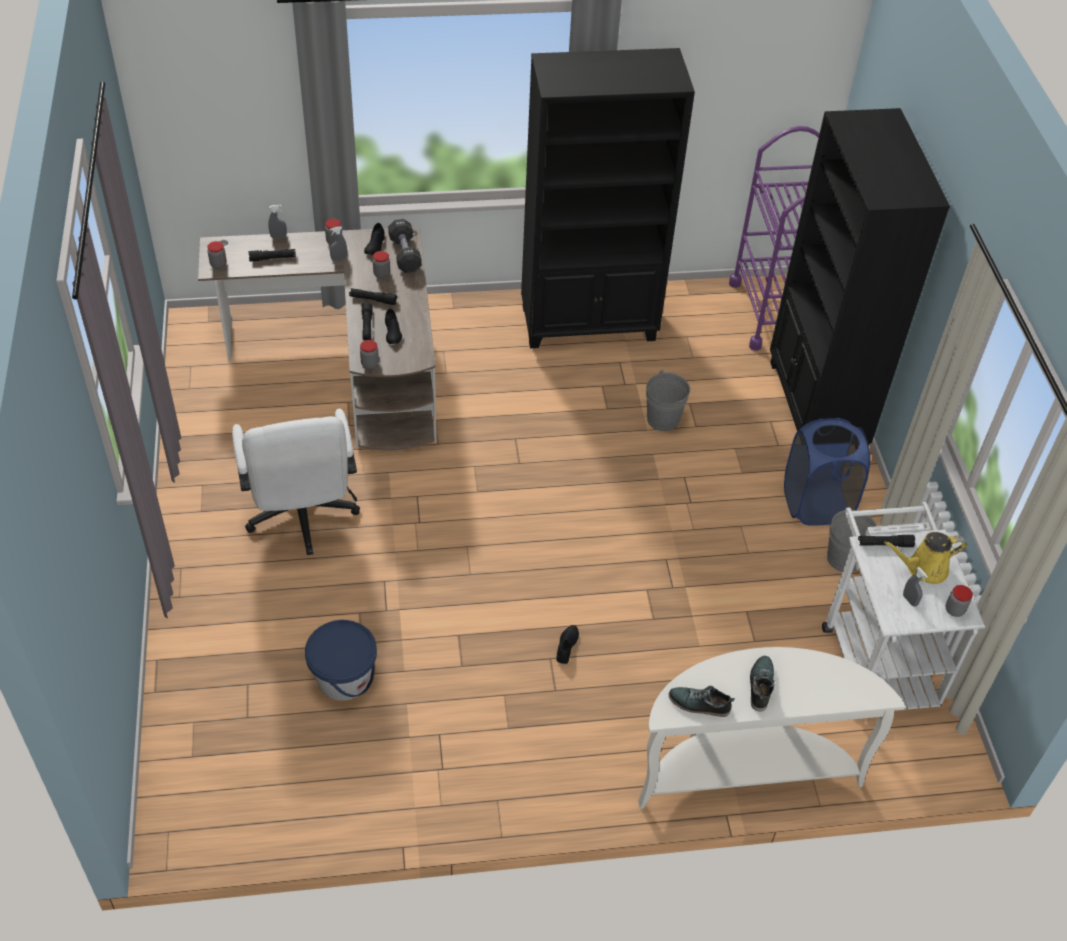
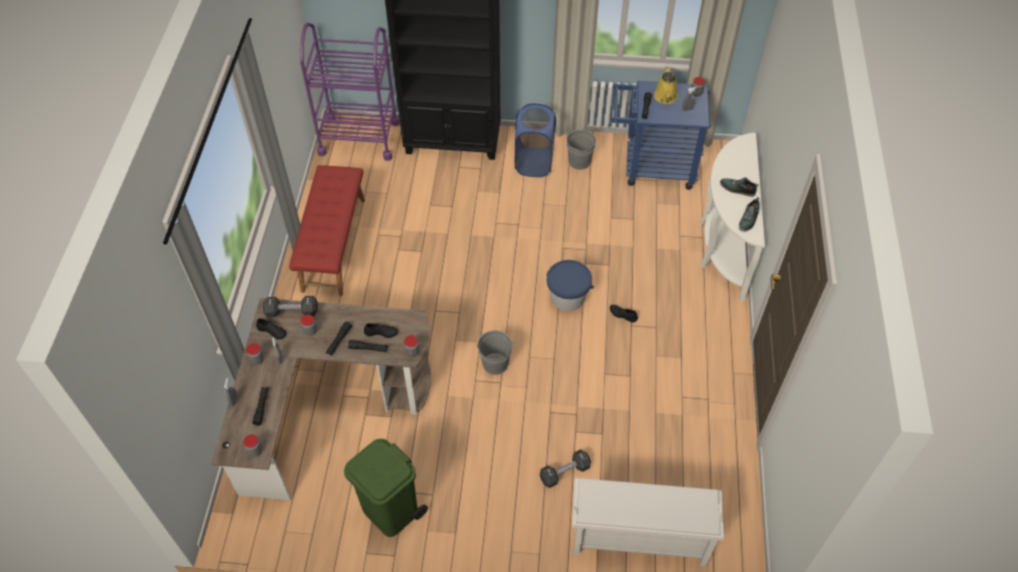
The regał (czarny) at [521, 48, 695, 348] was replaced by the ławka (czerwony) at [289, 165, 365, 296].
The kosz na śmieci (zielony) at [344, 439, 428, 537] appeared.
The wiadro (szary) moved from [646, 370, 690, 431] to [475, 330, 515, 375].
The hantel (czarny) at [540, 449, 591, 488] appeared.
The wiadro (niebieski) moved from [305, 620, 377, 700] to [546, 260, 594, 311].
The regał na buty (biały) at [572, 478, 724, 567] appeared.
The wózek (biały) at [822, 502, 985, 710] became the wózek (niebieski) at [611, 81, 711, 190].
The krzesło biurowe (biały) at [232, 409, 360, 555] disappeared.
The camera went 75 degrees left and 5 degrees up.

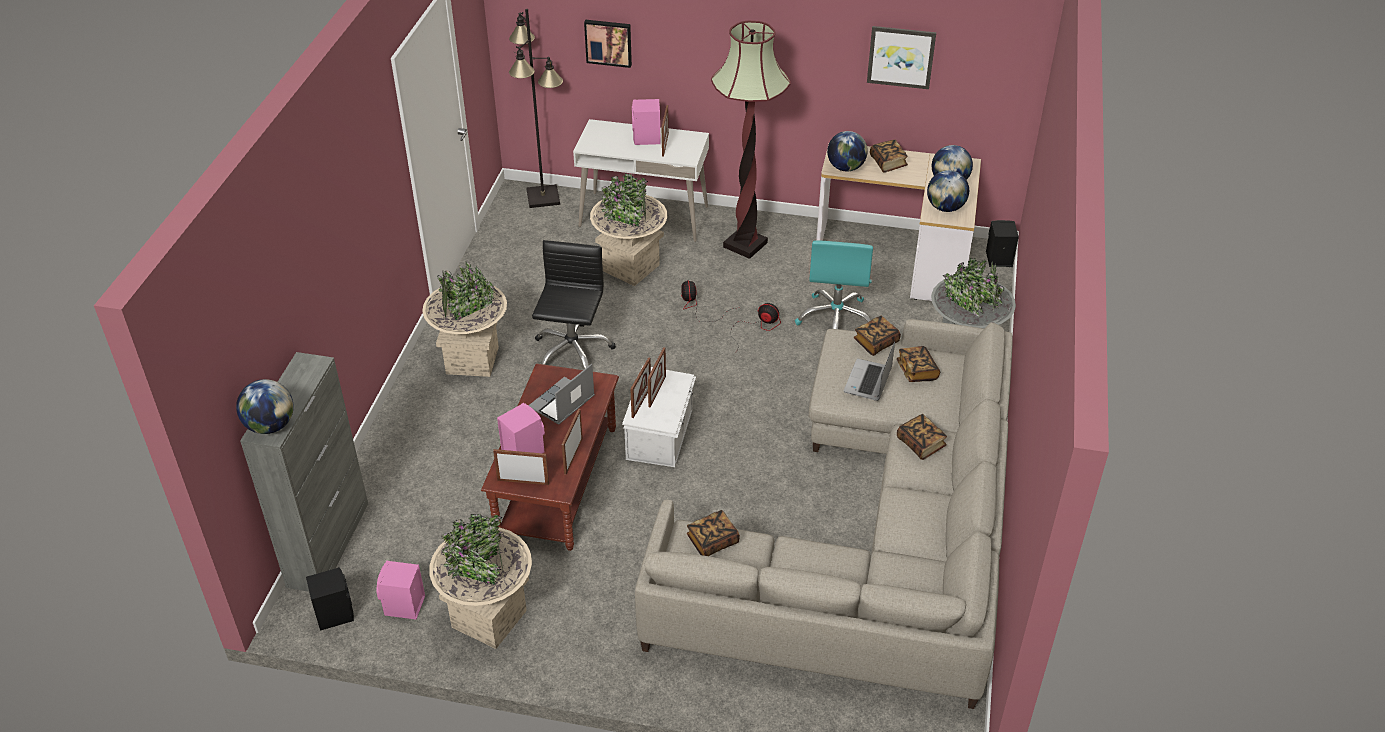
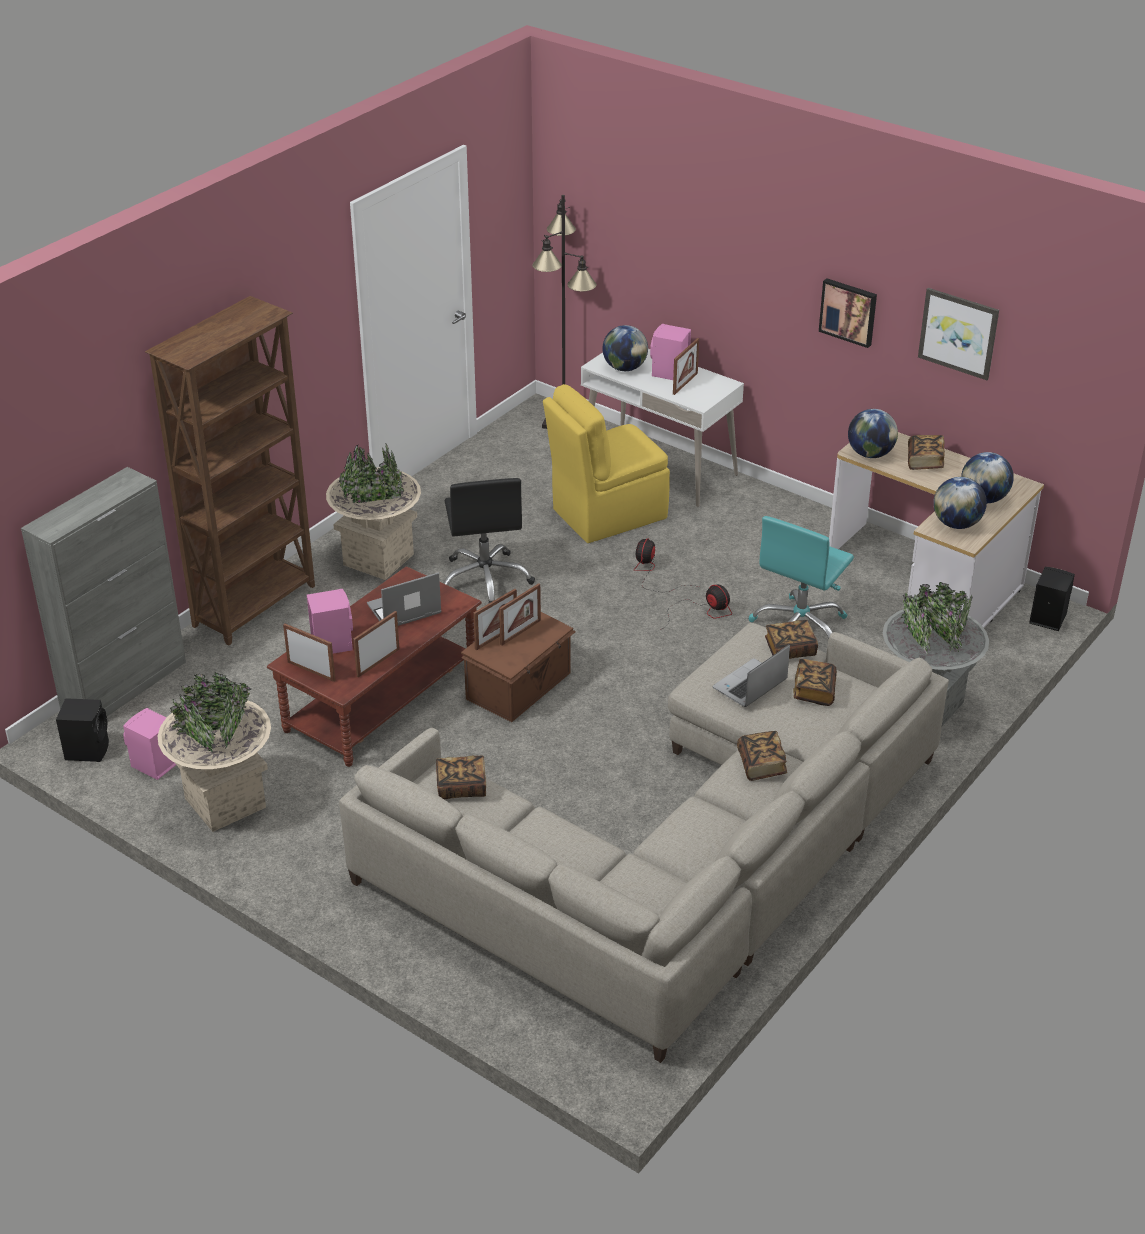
The regał (brązowy) at [145, 296, 315, 646] appeared.
The krzesło biurowe (czarny) at [532, 240, 616, 369] turned 135 degrees clockwise.
The pojemnik do przechowywania (biały) at [622, 366, 696, 467] became the pojemnik do przechowywania (brązowy) at [461, 612, 576, 722].
The donica (beżowy) at [590, 173, 667, 286] was replaced by the krzesło (żółty) at [543, 384, 670, 543].
The globus moved from [236, 379, 294, 434] to [602, 325, 648, 371].
The obraz moved from [584, 20, 632, 68] to [819, 278, 877, 348].
The lampa stojąca at [711, 21, 791, 259] disappeared.
The camera went 25 degrees right and 5 degrees down.

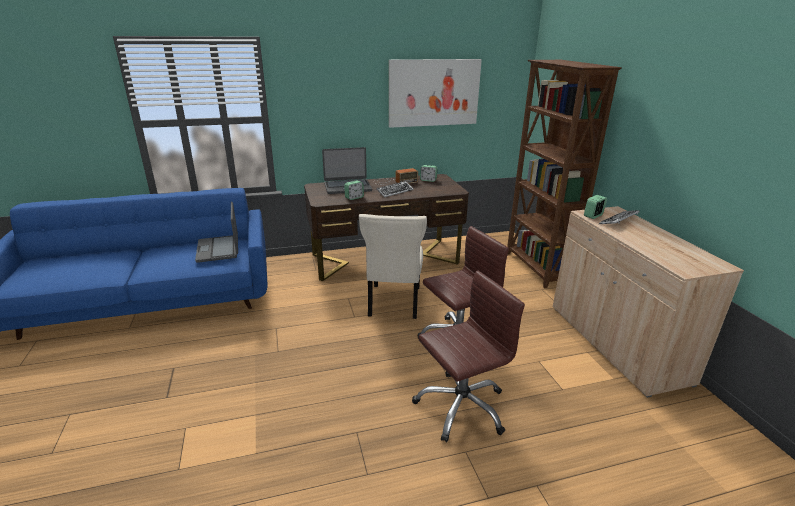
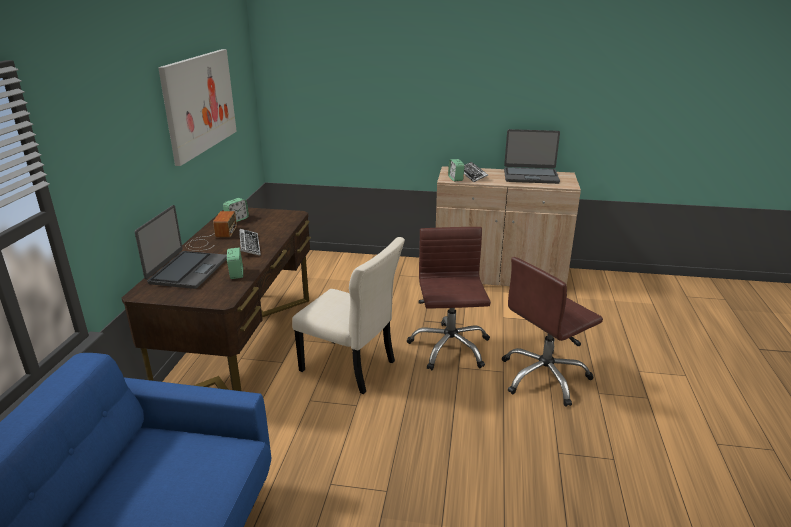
The krzesło biurowe (brązowy) at [412, 271, 525, 442] turned 120 degrees counterclockwise.
The laptop moved from [195, 202, 238, 263] to [504, 129, 560, 184].
The regał (brązowy) at [507, 60, 622, 289] disappeared.
The camera went 65 degrees left and 0 degrees up.

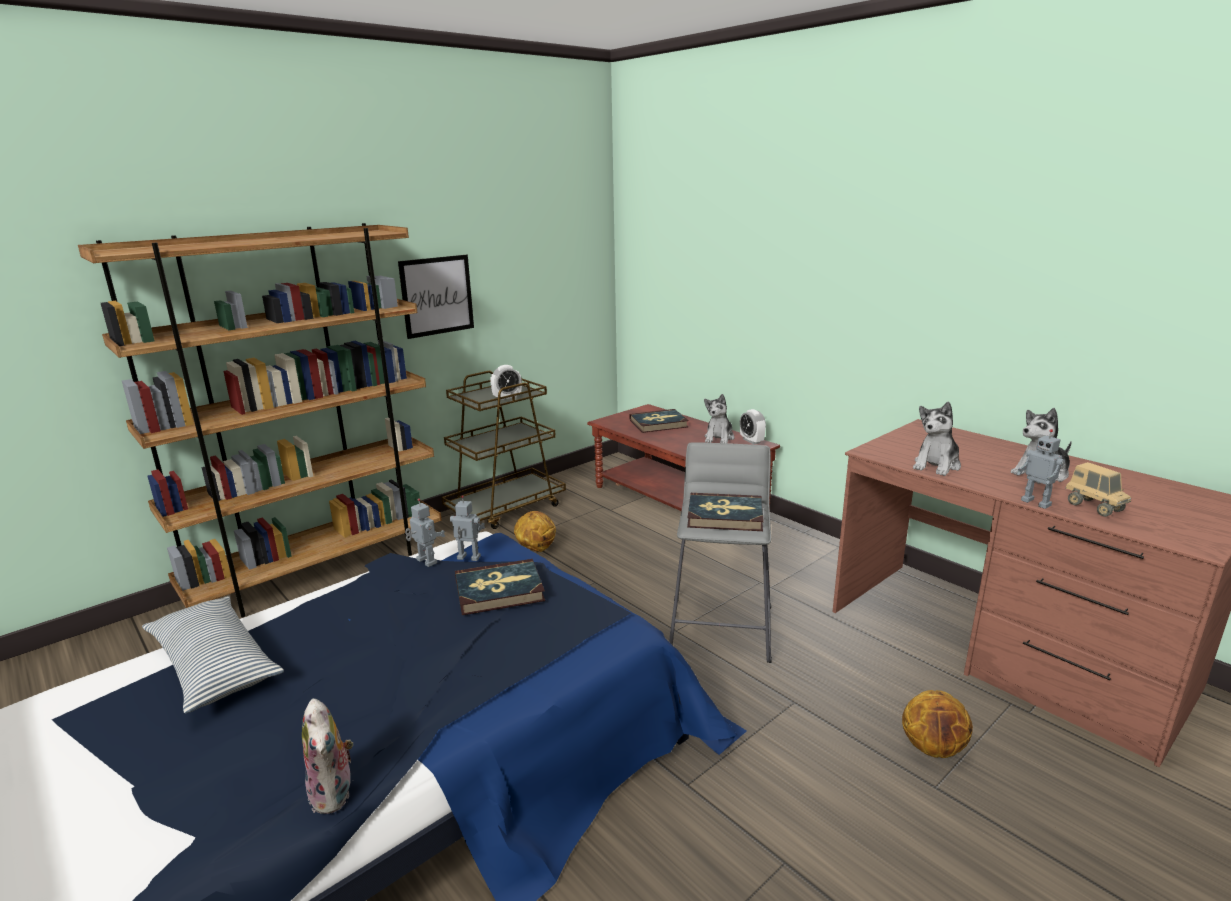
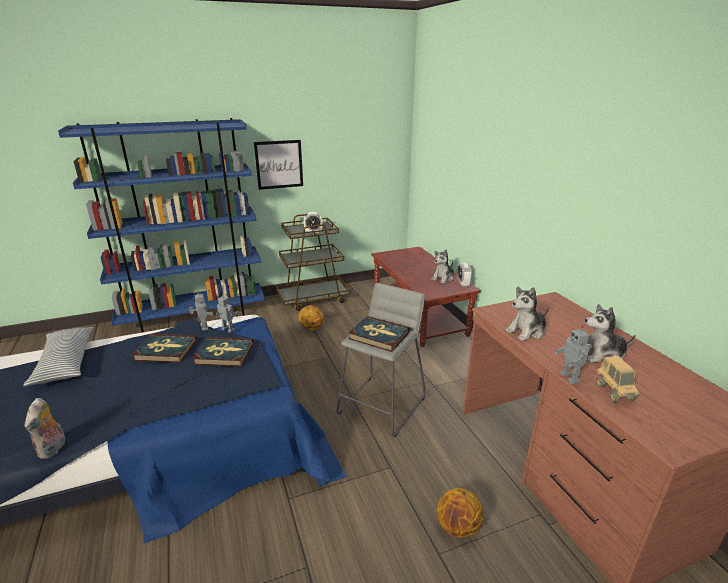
The regał (brązowy) at [78, 223, 442, 617] became the regał (niebieski) at [58, 118, 265, 332].
The książka moved from [629, 409, 689, 433] to [132, 334, 197, 363].
The camera went 20 degrees right and 5 degrees up.

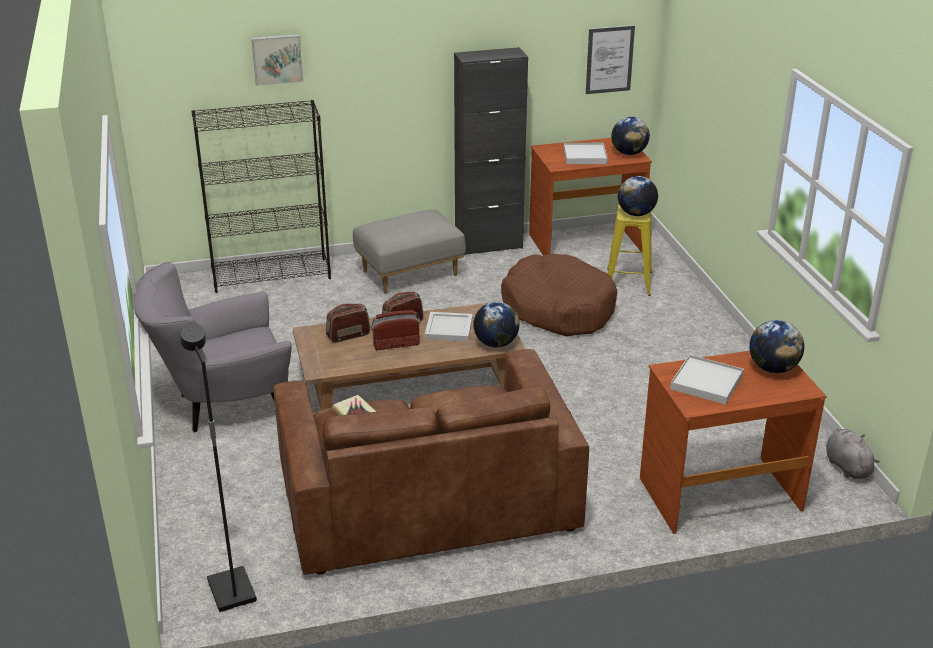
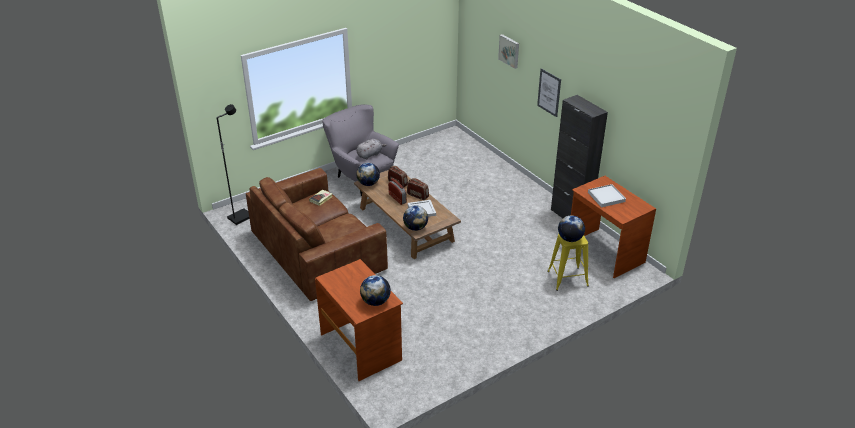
The globus moved from [611, 117, 650, 155] to [356, 163, 380, 186].
The pluszak (szary) moved from [826, 429, 879, 479] to [357, 139, 386, 159].
The obraz moved from [586, 25, 635, 94] to [537, 68, 561, 117].
The regał (czarny) at [191, 100, 331, 293] disappeared.
The pufa (szary) at [353, 209, 466, 294] disappeared.
The legowisko (brązowy) at [501, 254, 617, 336] disappeared.
The taca (biały) at [670, 355, 744, 405] disappeared.
The camera went 70 degrees right and 5 degrees up.

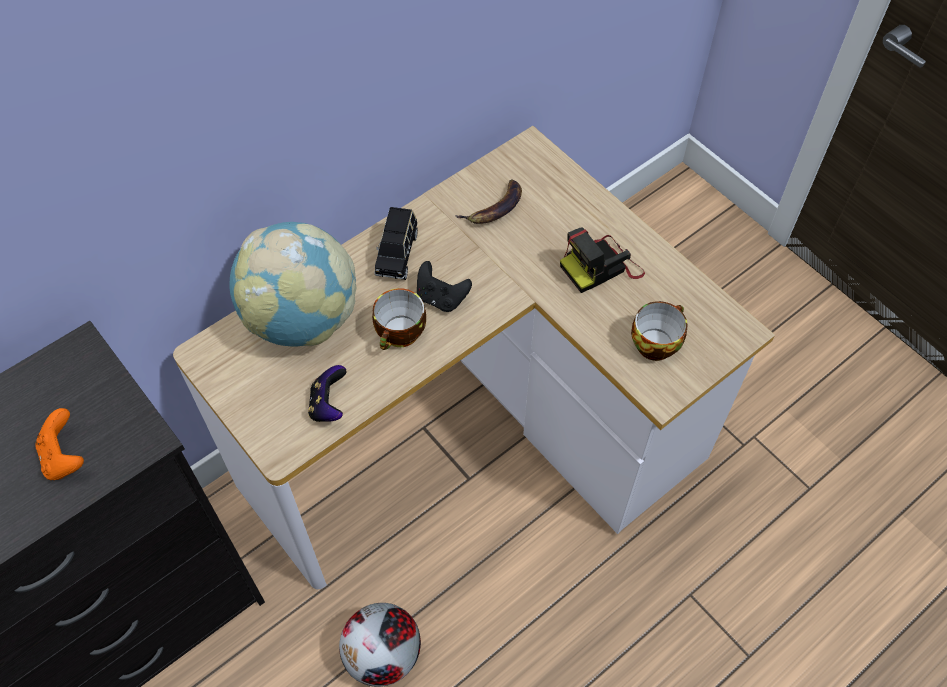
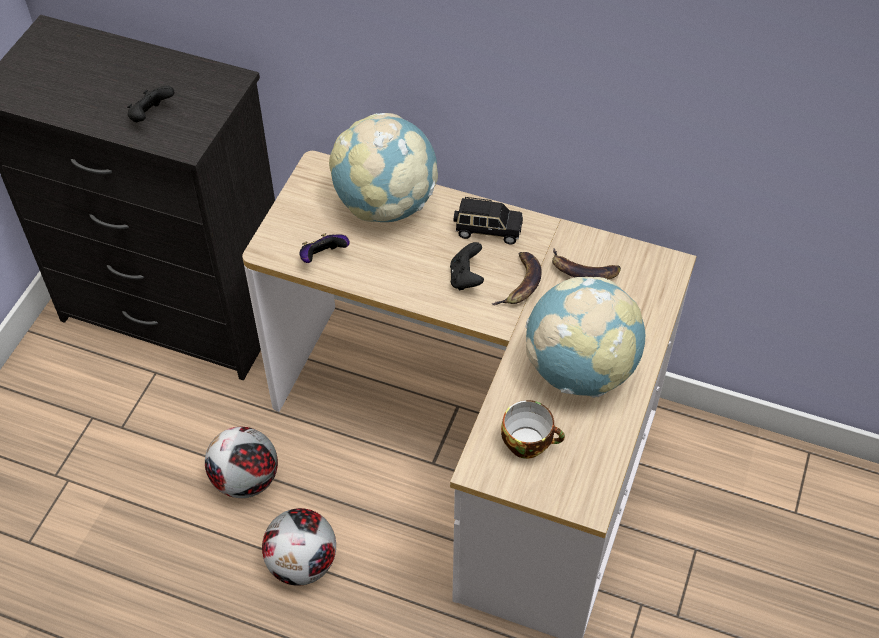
The pad do gier (pomarańczowy) at [36, 408, 84, 480] became the pad do gier (czarny) at [127, 86, 174, 122].
The piłka futbolowa at [262, 508, 336, 586] appeared.
The samochodzik (czarny) at [374, 207, 418, 280] turned 150 degrees counterclockwise.
The banan at [492, 252, 542, 305] appeared.
The aparat fotograficzny at [560, 227, 645, 293] was replaced by the globus at [526, 277, 645, 398].
The filiżanka at [372, 288, 426, 350] disappeared.
The camera went 60 degrees right and 5 degrees down.

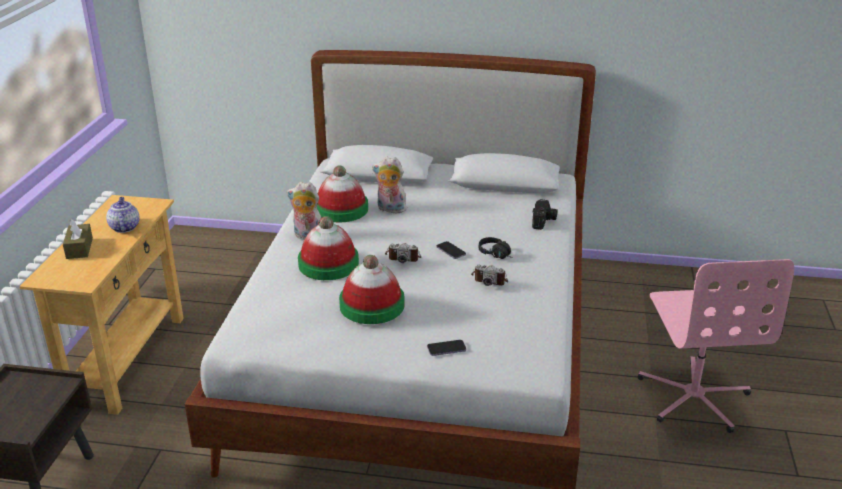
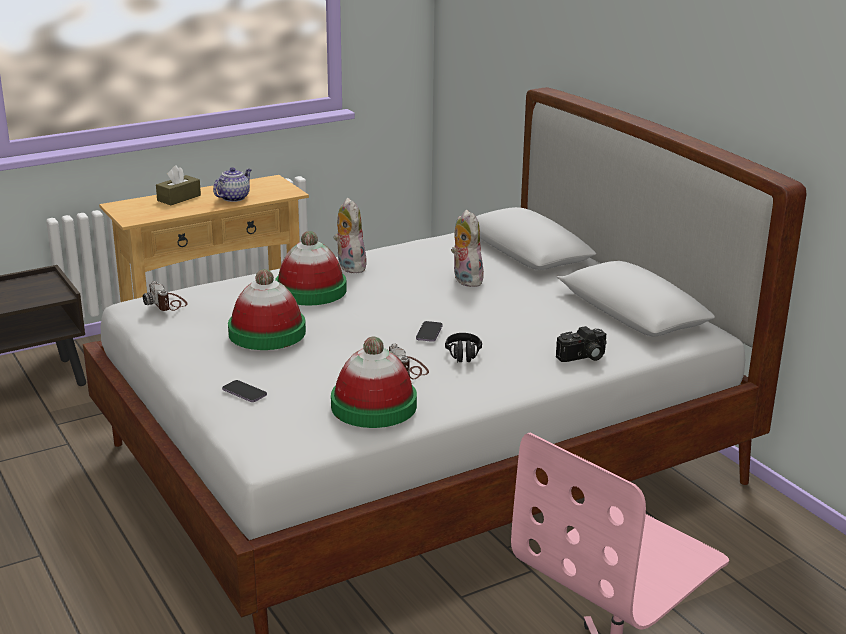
The aparat fotograficzny moved from [385, 243, 421, 263] to [143, 281, 188, 311].
The kapelusz moved from [317, 165, 368, 222] to [331, 336, 417, 428].
The camera went 50 degrees right and 5 degrees down.

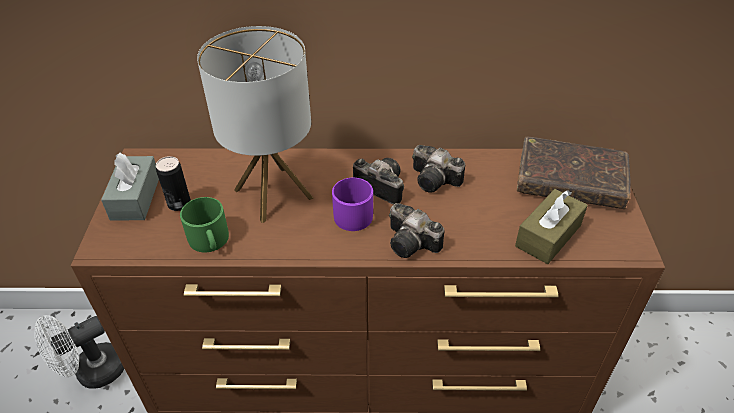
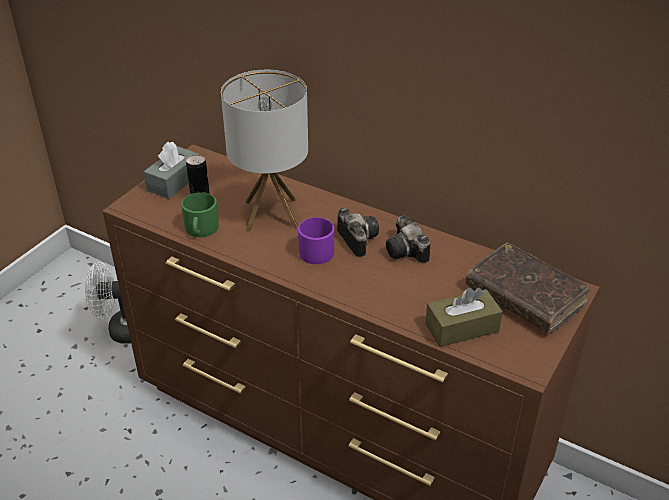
The aparat fotograficzny at [389, 203, 444, 258] disappeared.
The camera went 30 degrees right and 5 degrees down.

